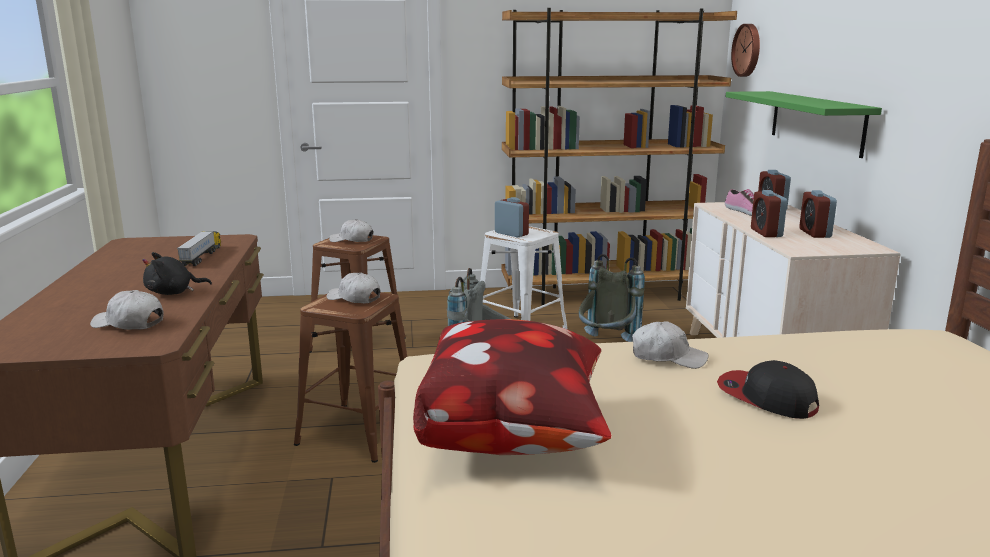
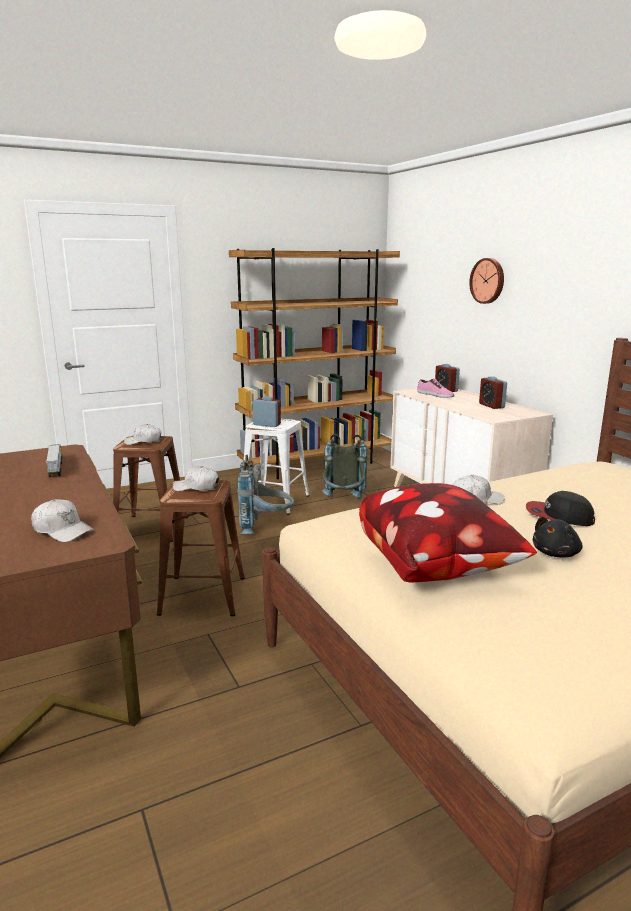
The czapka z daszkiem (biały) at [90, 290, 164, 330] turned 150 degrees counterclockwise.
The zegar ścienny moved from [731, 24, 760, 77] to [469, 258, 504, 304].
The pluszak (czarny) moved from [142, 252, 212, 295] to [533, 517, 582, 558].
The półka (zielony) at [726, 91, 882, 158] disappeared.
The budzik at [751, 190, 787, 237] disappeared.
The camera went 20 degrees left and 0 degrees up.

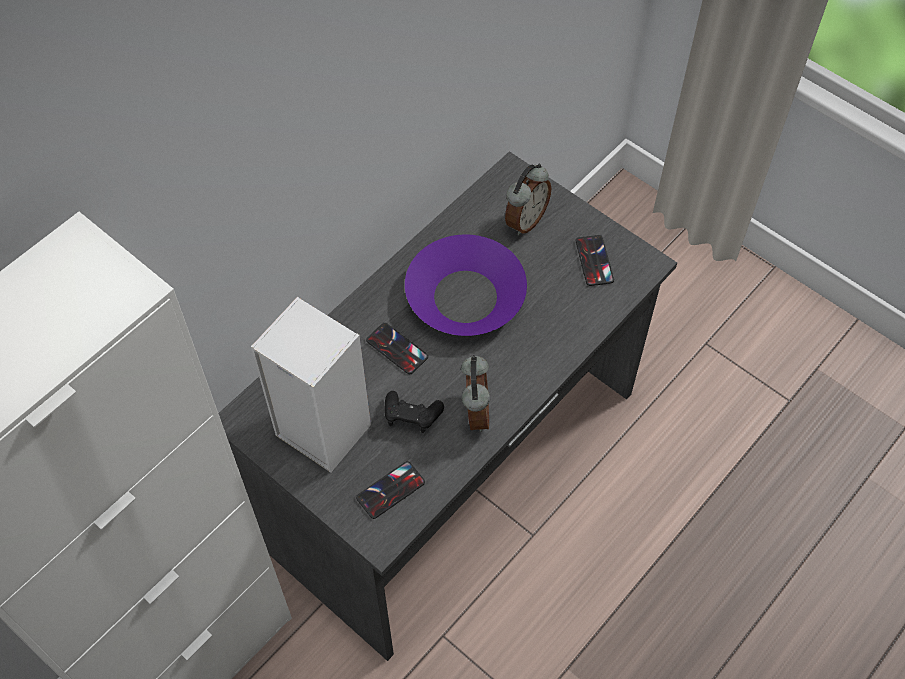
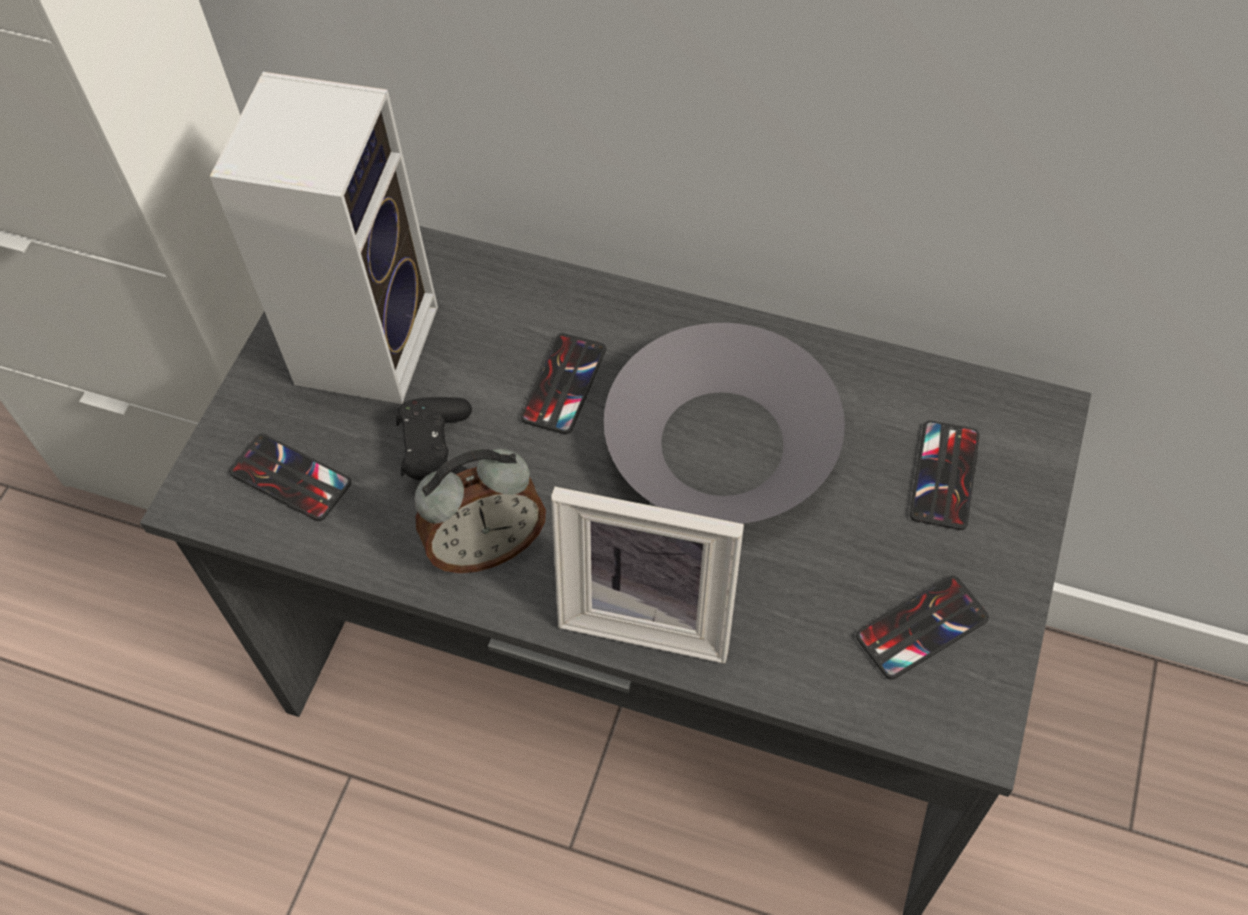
The ramka na zdjęcie at [551, 487, 744, 663] appeared.
The miska (fioletowy) at [405, 235, 527, 336] became the miska (szary) at [604, 323, 845, 524].
The budzik at [505, 164, 551, 235] was replaced by the telefon at [910, 421, 980, 530].
The camera went 70 degrees right and 0 degrees up.

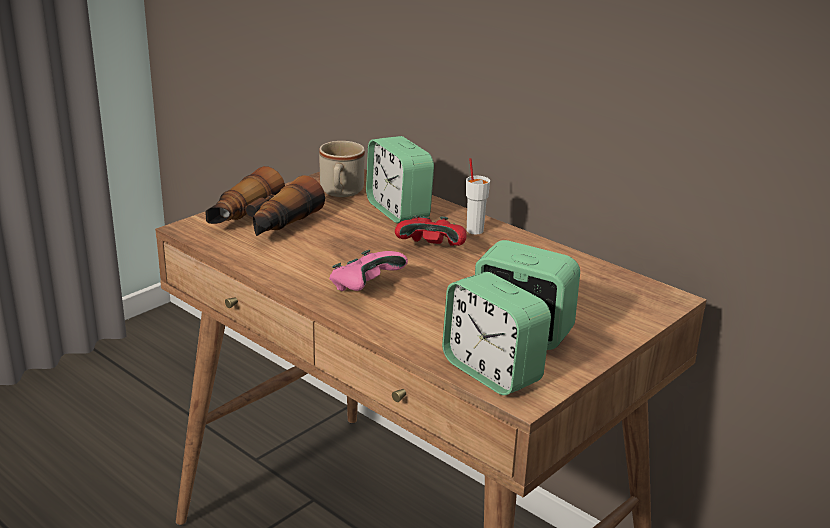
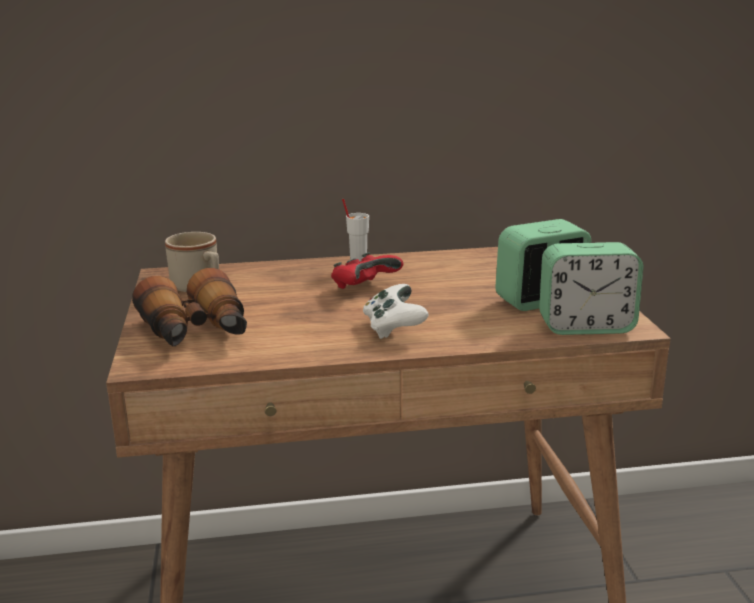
The pad do gier (różowy) at [329, 250, 408, 291] became the pad do gier (biały) at [363, 284, 429, 339].
The budzik at [366, 136, 434, 223] disappeared.
The camera went 50 degrees left and 5 degrees down.

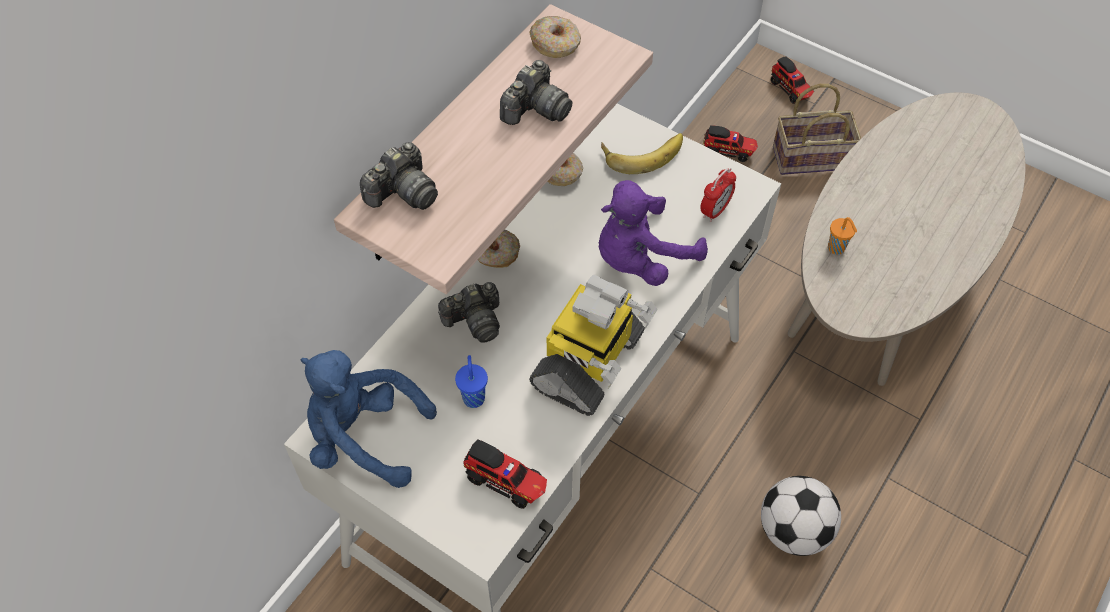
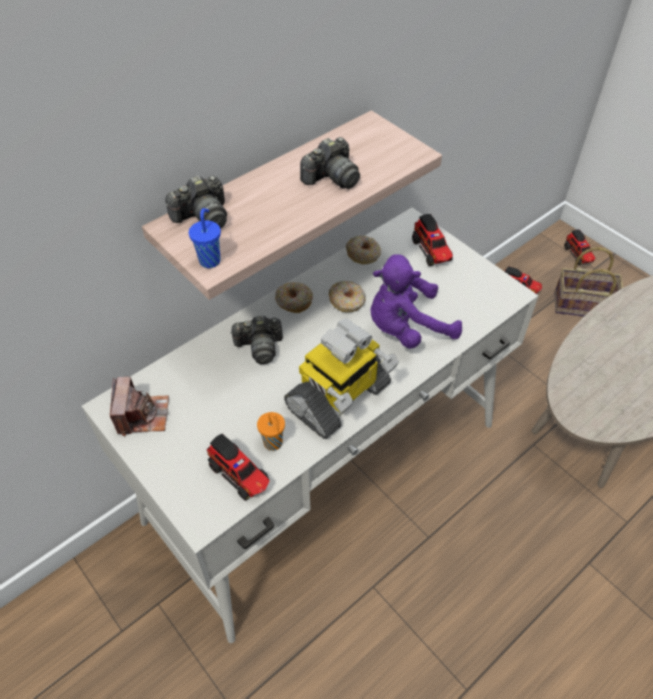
The pluszak (niebieski) at [301, 350, 437, 488] was replaced by the aparat fotograficzny at [110, 377, 169, 436].
The filiżanka (niebieski) moved from [455, 355, 488, 408] to [189, 208, 221, 268].
The filiżanka (pomarańczowy) moved from [828, 217, 857, 255] to [257, 412, 285, 451].
The donut moved from [529, 16, 581, 58] to [329, 281, 365, 312].
The banan at [601, 133, 683, 174] was replaced by the ciężarówka zabawkowa at [412, 214, 453, 266].
The budzik at [700, 168, 736, 222] disappeared.
The piłka futbolowa at [761, 476, 841, 556] disappeared.
The camera went 15 degrees right and 5 degrees down.

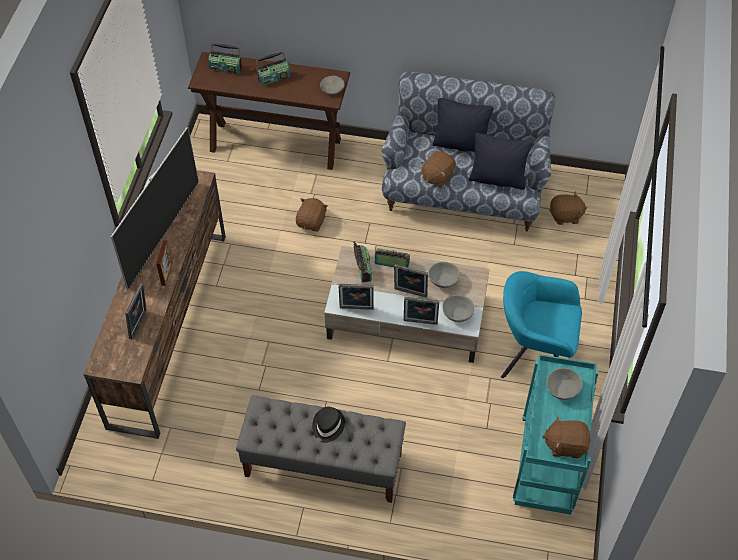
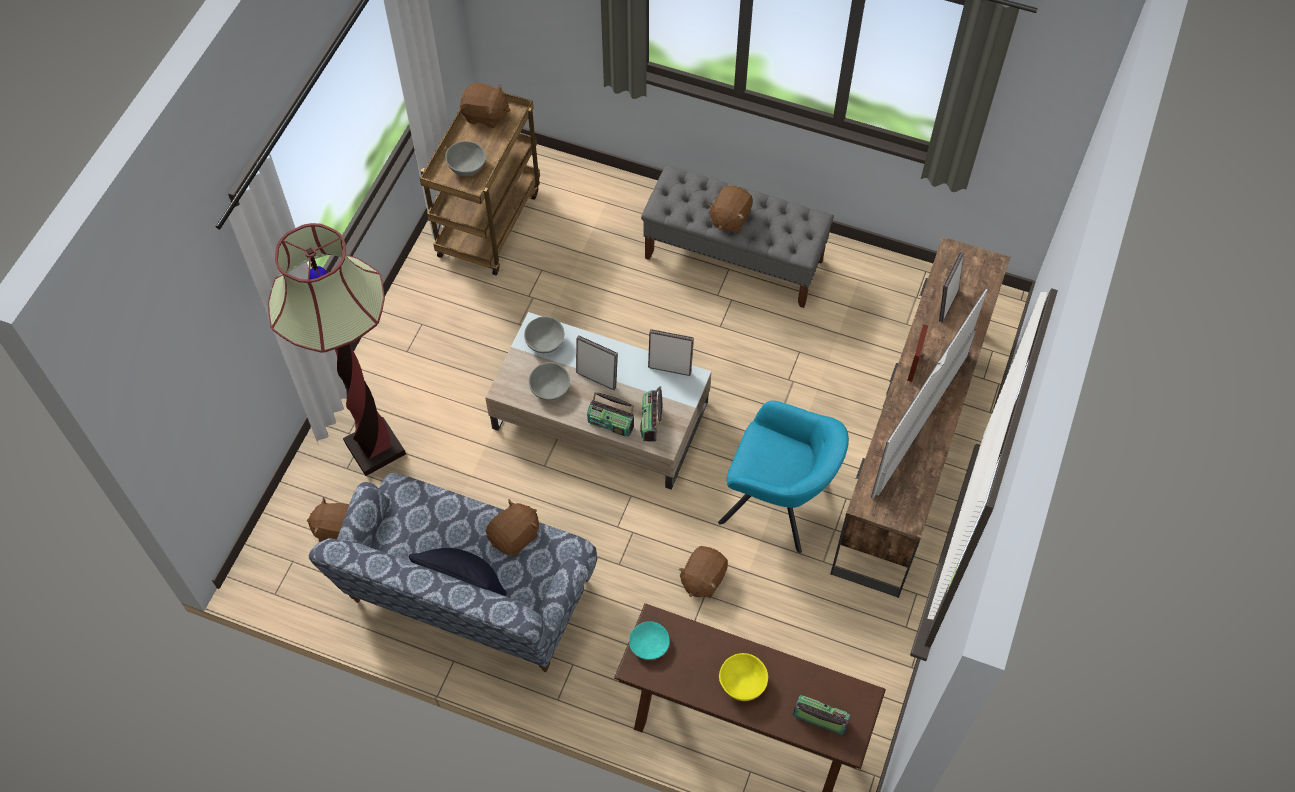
The lampa stojąca at [268, 223, 406, 476] appeared.
The wózek (turkusowy) at [513, 354, 599, 515] became the wózek (brązowy) at [420, 92, 540, 275].
The miska (szary) at [320, 76, 345, 94] became the miska (turkusowy) at [629, 621, 670, 660].
The kapelusz (czarny) at [312, 407, 345, 443] was replaced by the pluszak (brązowy) at [708, 186, 753, 233].
The fotel (turkusowy) moved from [501, 271, 582, 378] to [718, 400, 849, 553].
The radio at [256, 52, 290, 86] was replaced by the miska (żółty) at [719, 653, 768, 701].
The ramka na zdjęcie at [404, 297, 439, 325] disappeared.
The poduszka (czarny) at [469, 133, 532, 190] disappeared.
The camera went 170 degrees left and 5 degrees up.

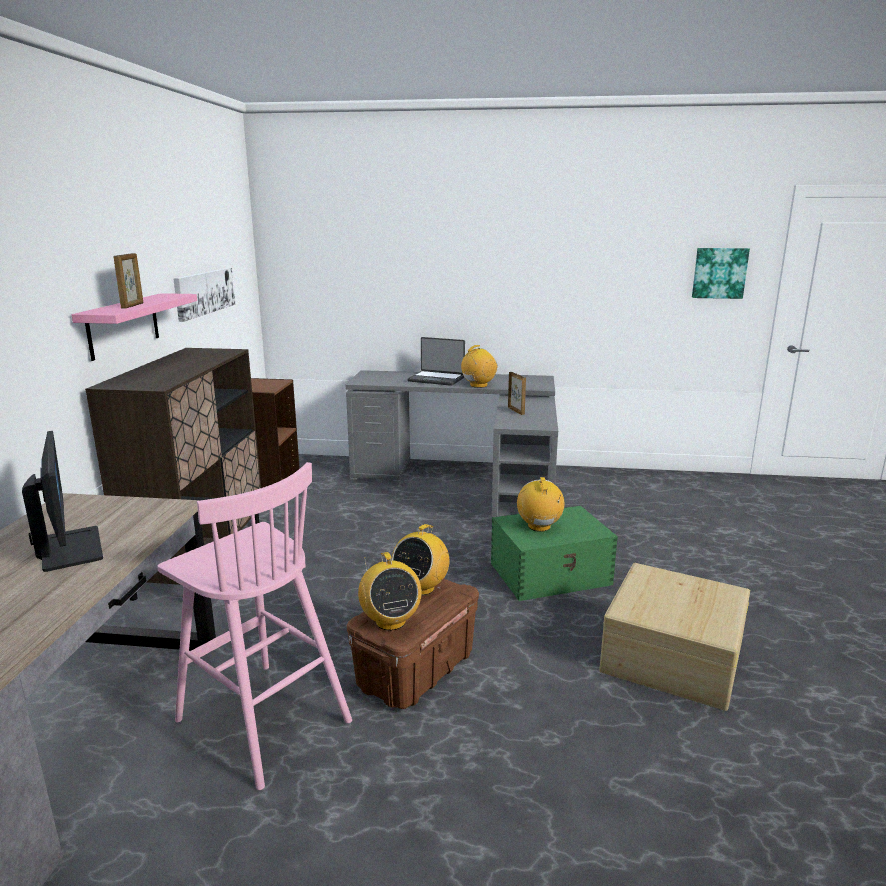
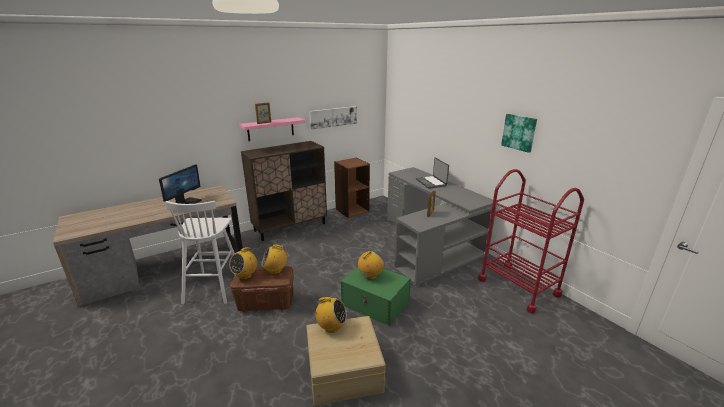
The stołek (różowy) at [157, 462, 352, 790] became the stołek (biały) at [165, 201, 235, 304].
The radio moved from [461, 345, 498, 388] to [314, 297, 347, 333].
The wózek (czerwony) at [478, 169, 584, 314] appeared.
The obraz moved from [692, 248, 750, 299] to [501, 114, 537, 153].
The camera went 50 degrees right and 5 degrees up.

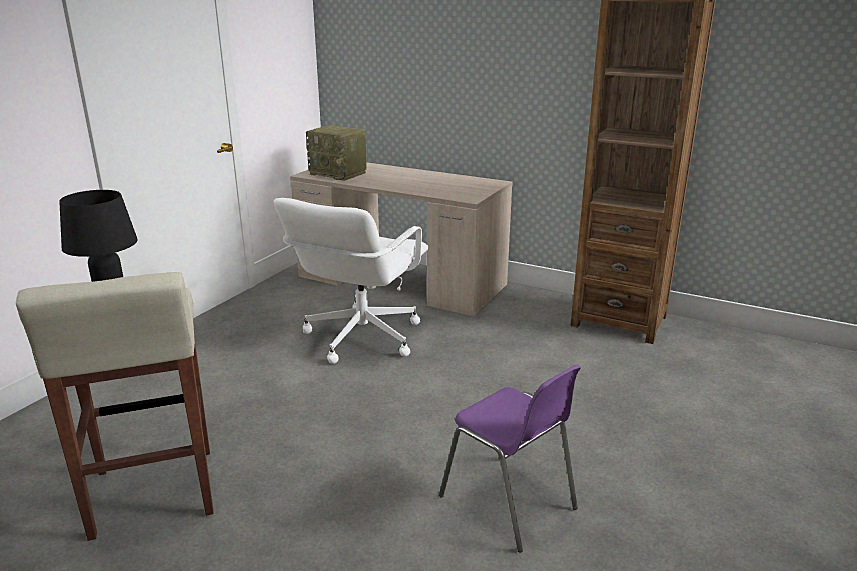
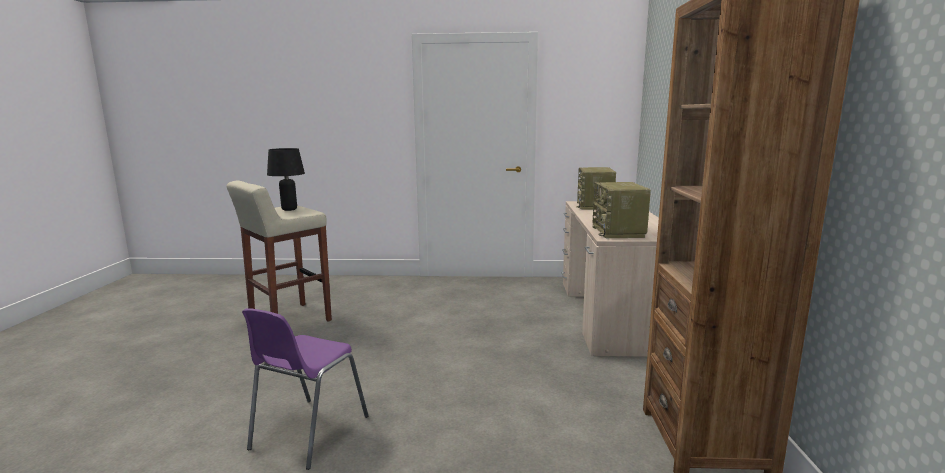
The radio at [592, 182, 651, 238] appeared.
The krzesło biurowe (biały) at [274, 198, 429, 364] disappeared.
The camera went 65 degrees right and 10 degrees down.

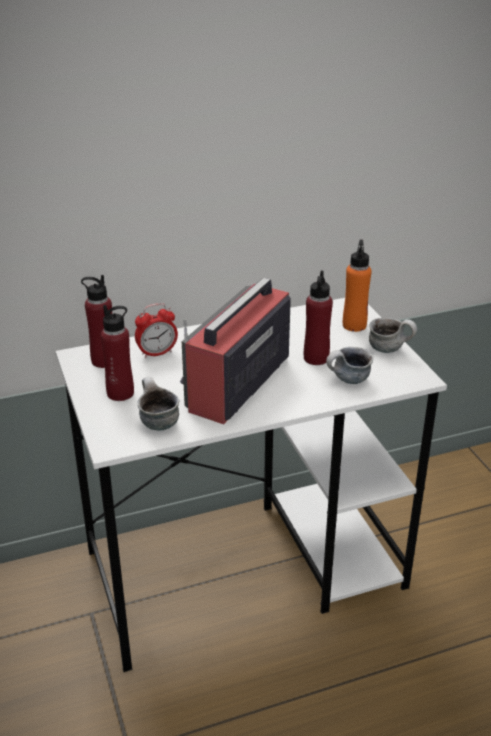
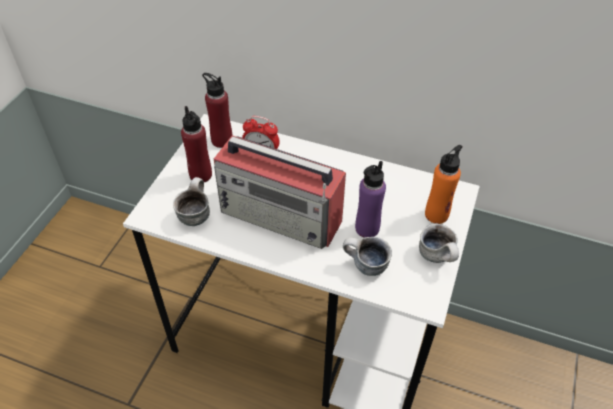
The radio at [180, 278, 291, 425] turned 135 degrees counterclockwise.
The butelka (czerwony) at [304, 271, 333, 365] became the butelka (fioletowy) at [355, 161, 386, 238].
The camera went 40 degrees right and 15 degrees up.

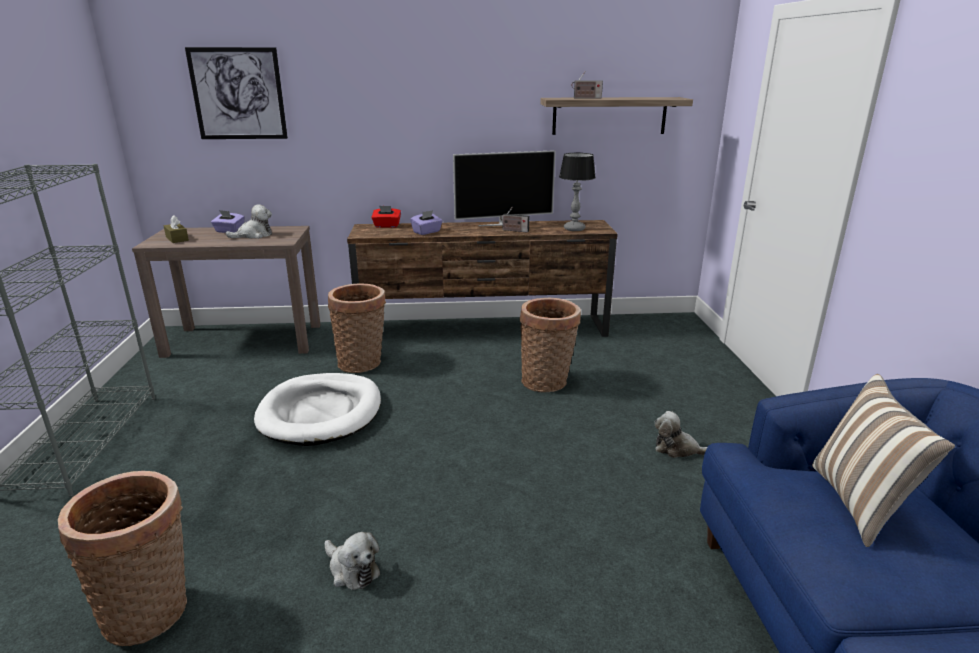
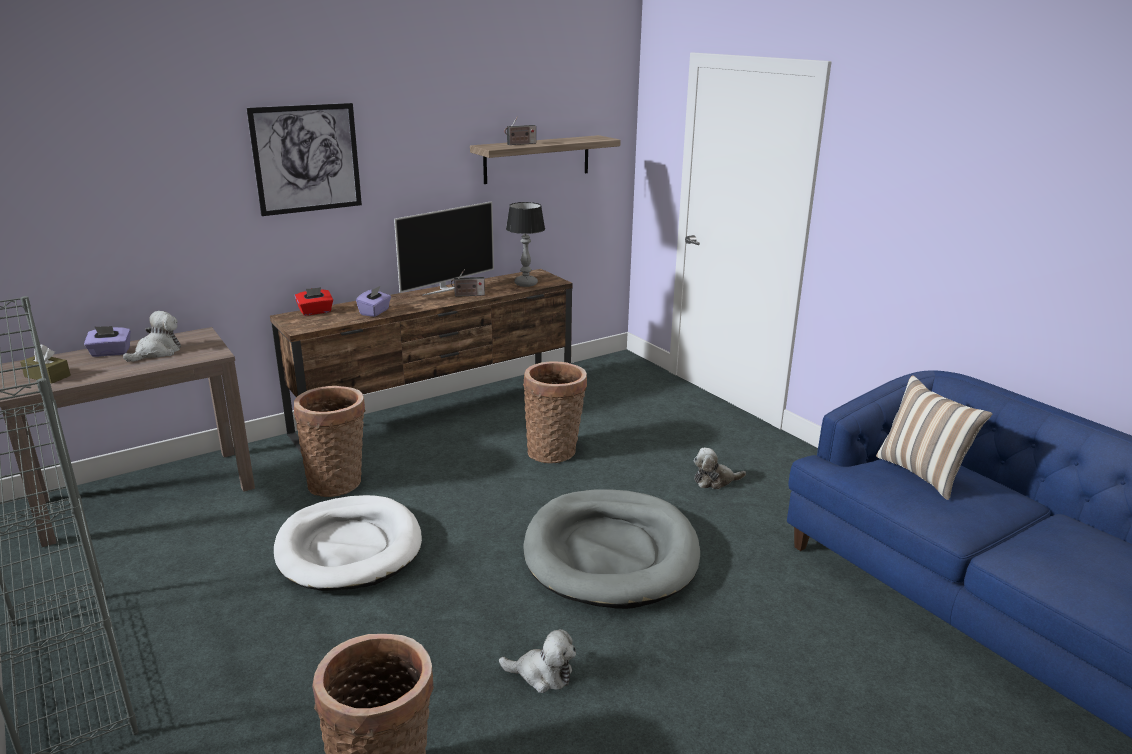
The obraz moved from [185, 47, 288, 139] to [246, 103, 362, 216].
The legowisko (szary) at [523, 489, 700, 609] appeared.
The camera went 30 degrees left and 0 degrees up.

